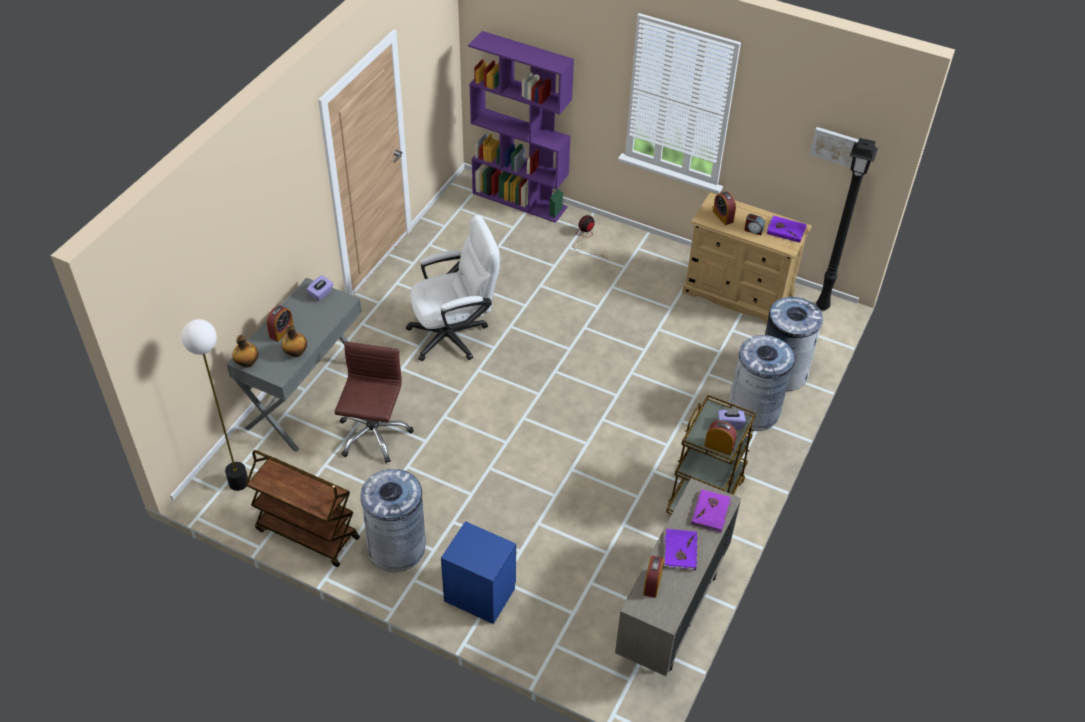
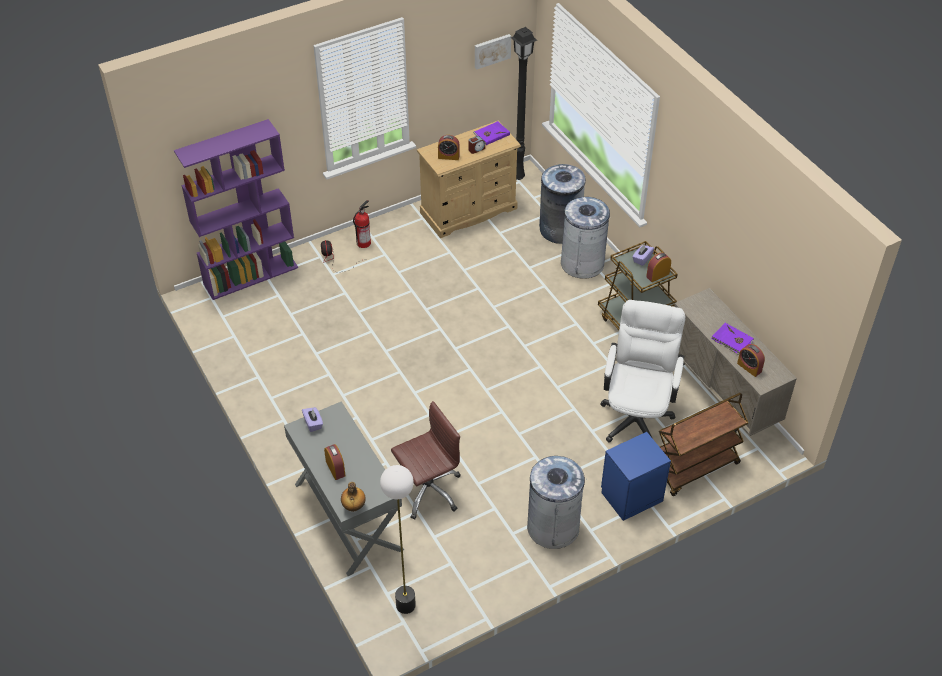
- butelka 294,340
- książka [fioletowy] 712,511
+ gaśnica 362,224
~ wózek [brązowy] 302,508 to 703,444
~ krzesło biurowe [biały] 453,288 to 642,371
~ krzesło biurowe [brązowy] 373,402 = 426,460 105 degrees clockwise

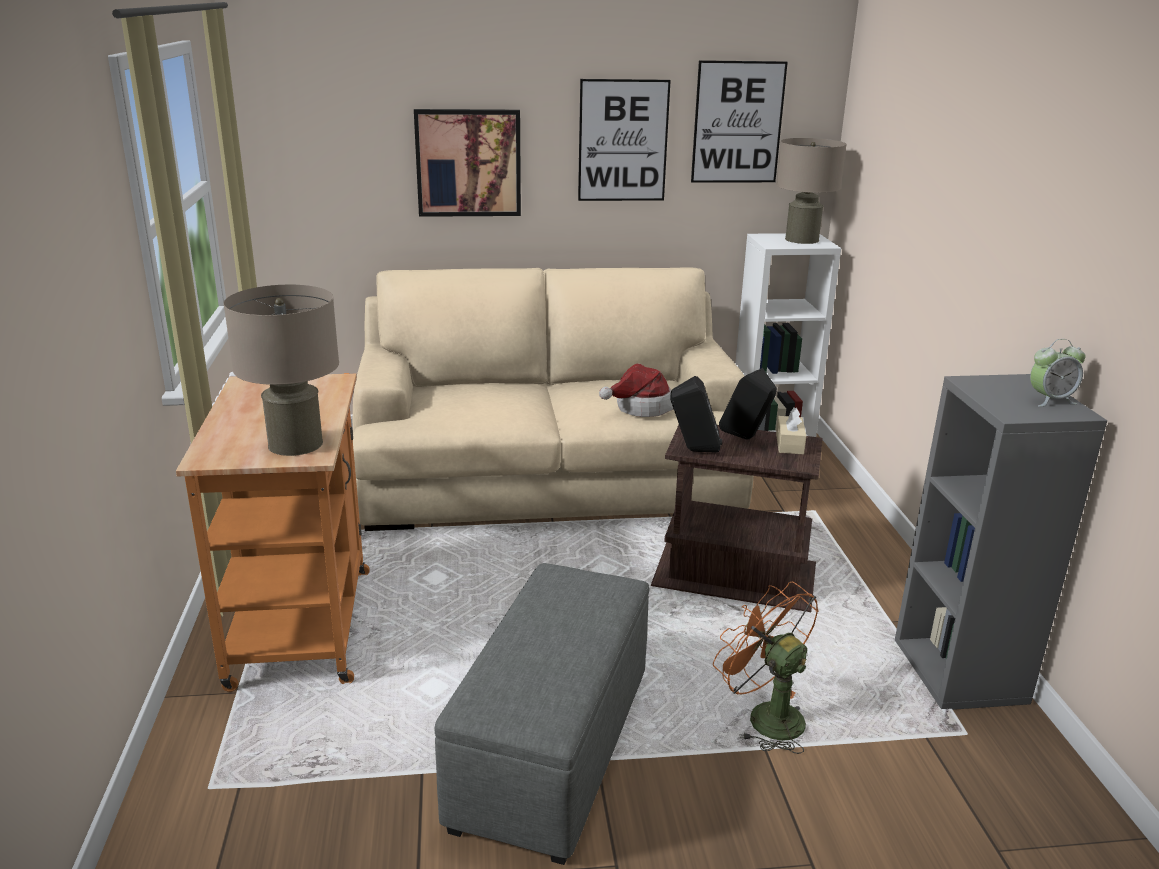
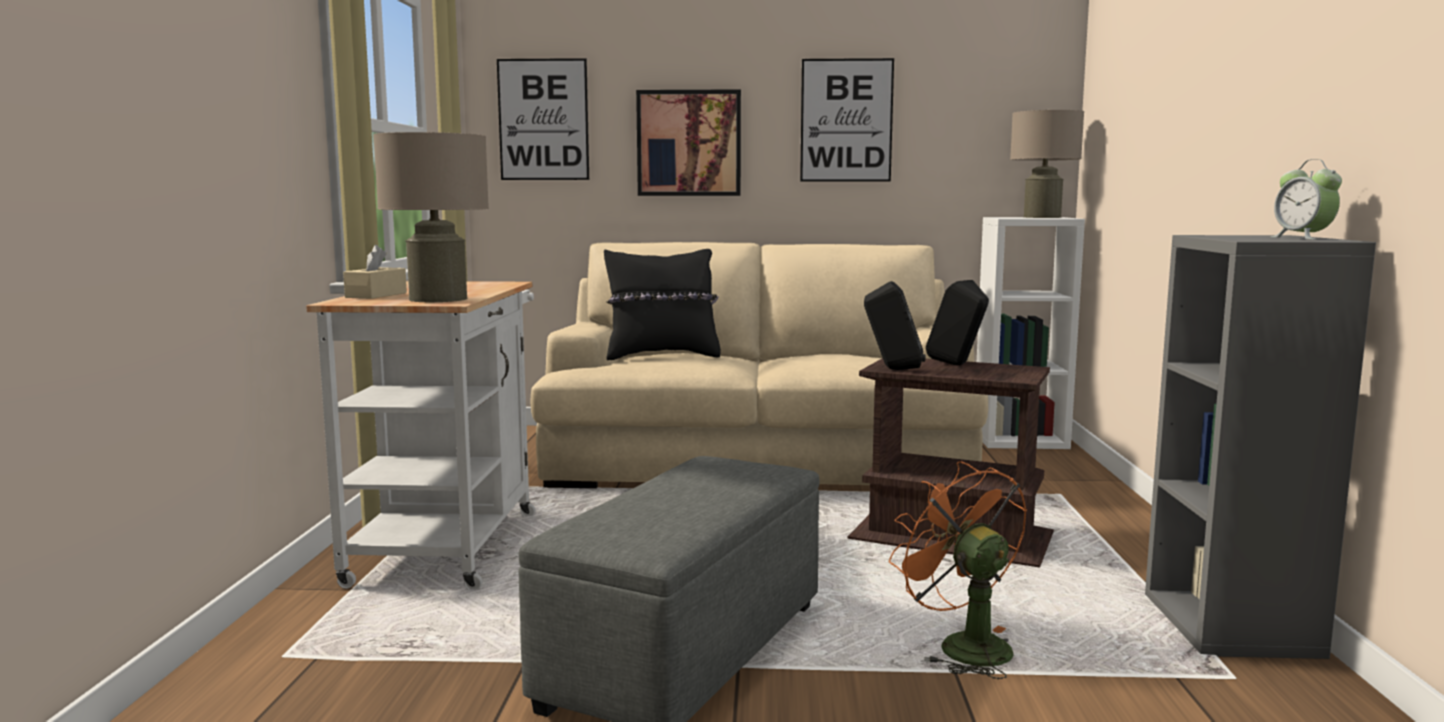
- kapelusz 636,390
+ poduszka [czarny] 662,304
~ obraz 739,121 to 543,119
~ pudełko chusteczek [beżowy] 791,430 to 375,272
~ wózek [pomarańczowy] 273,532 to wózek [biały] 420,435
~ budzik 1058,373 = 1306,199 75 degrees clockwise

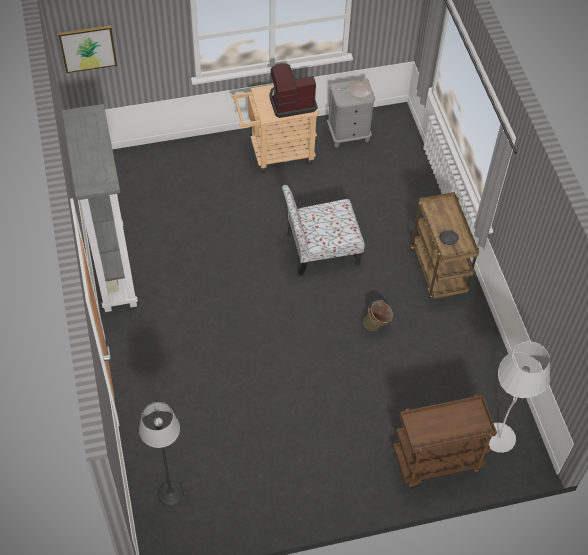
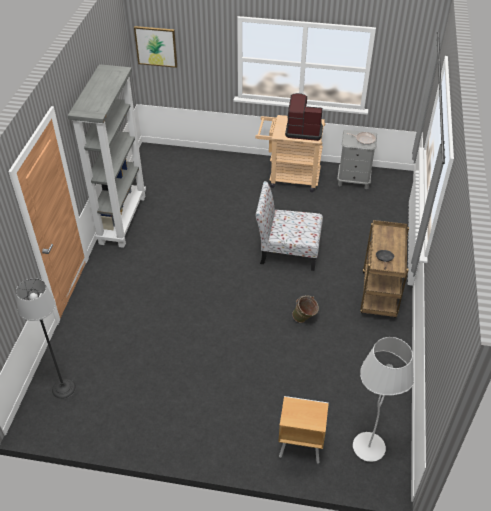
~ wózek [brązowy] 445,441 to szafka nocna [brązowy] 303,430

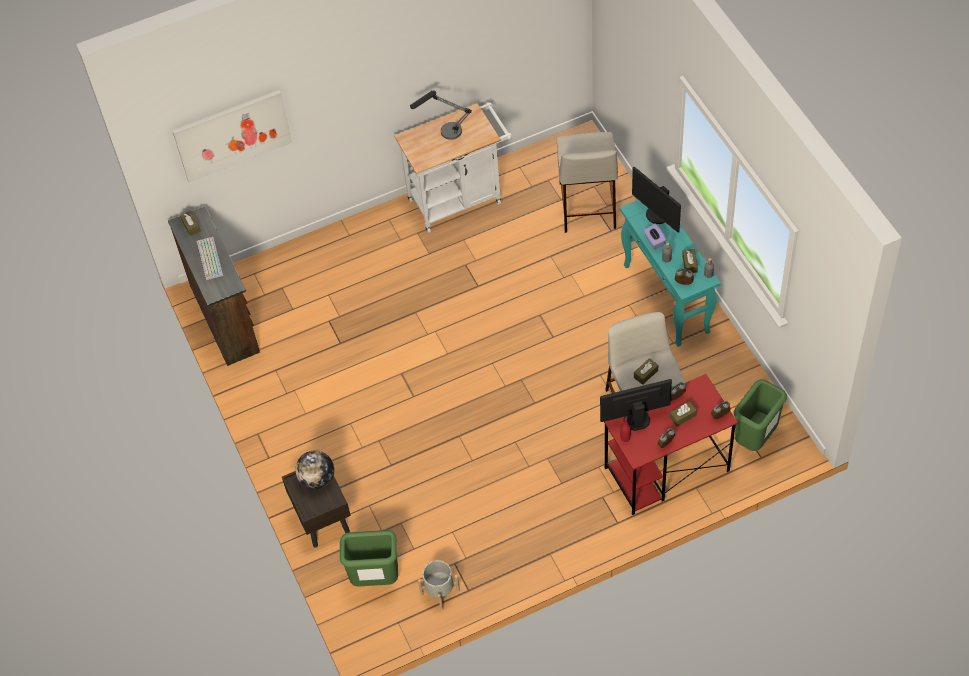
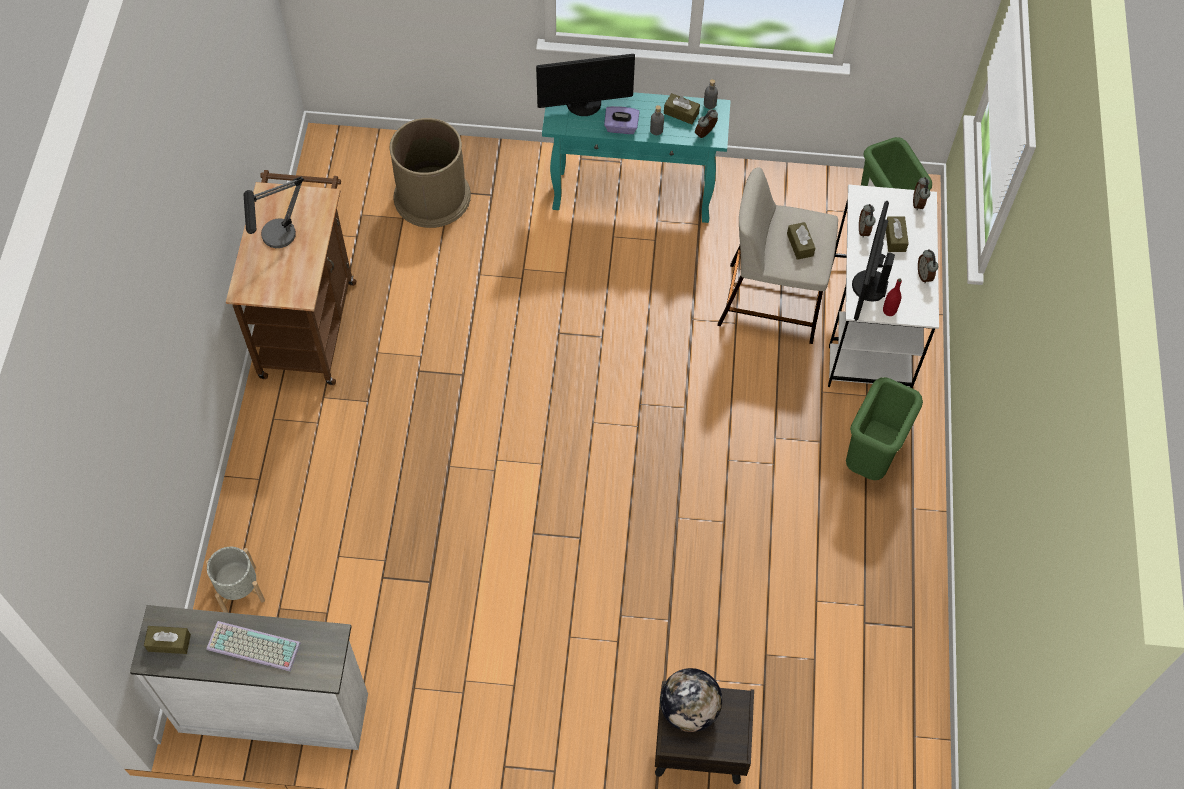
- obraz 232,136
~ kosz na śmieci [zielony] 369,558 to 884,428
~ donica [szary] 439,585 to 235,580
~ stołek [beżowy] 587,182 to kosz na śmieci [brązowy] 430,173
~ komoda [brązowy] 214,286 to komoda [biały] 249,677
~ wózek [biały] 453,168 to wózek [brązowy] 291,277
~ biurko [czerwony] 671,444 to biurko [biały] 883,286

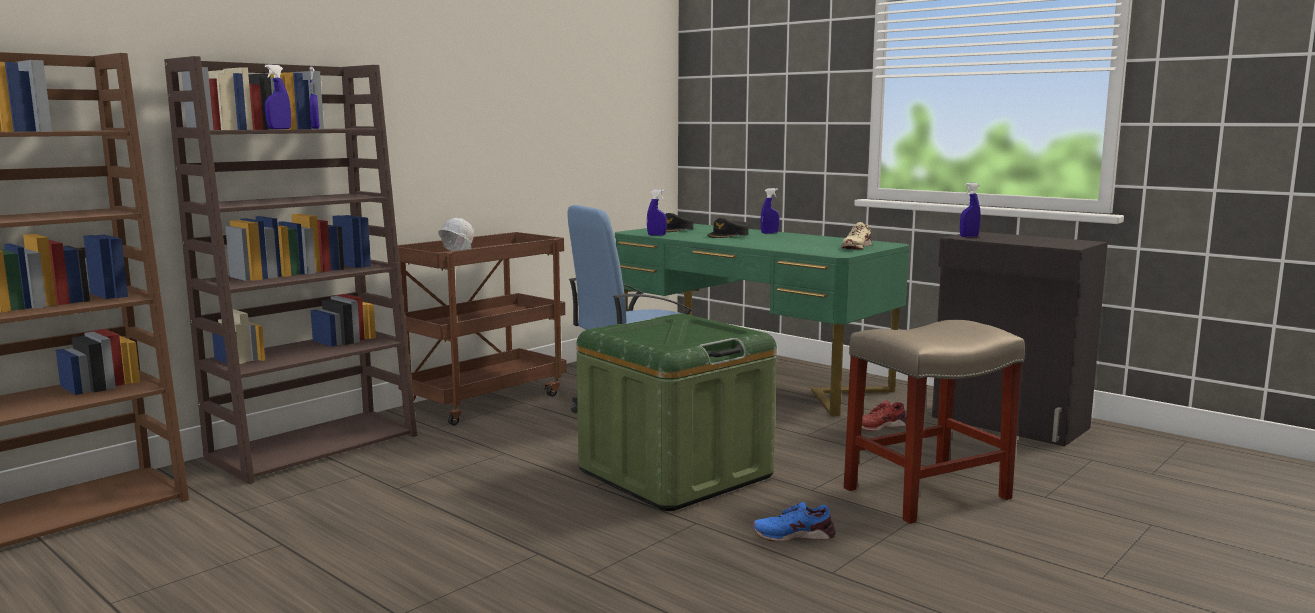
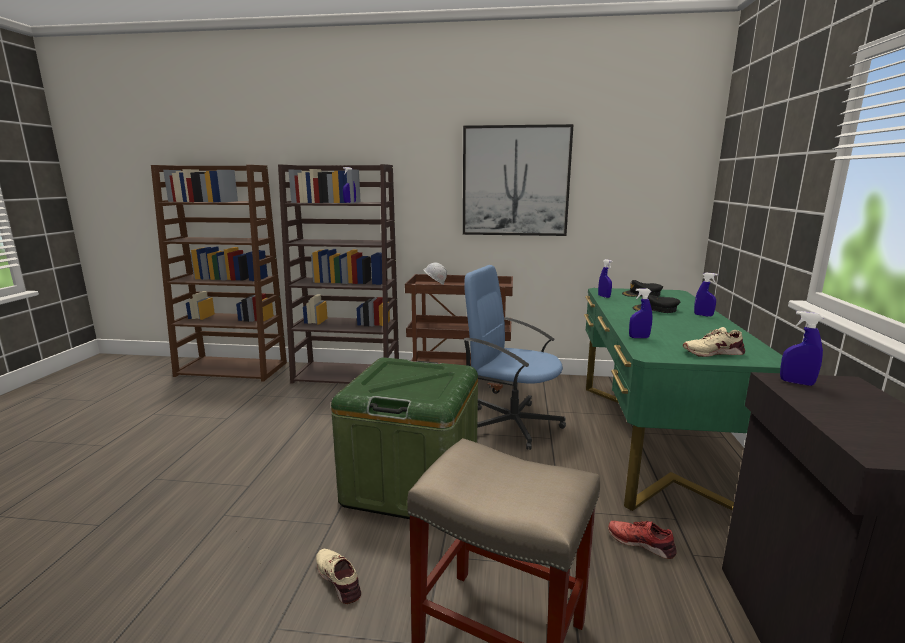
+ obraz 518,180
~ spryskiwacz [niebieski] 278,96 to 641,313
~ but [niebieski] 794,521 to but [beżowy] 338,576

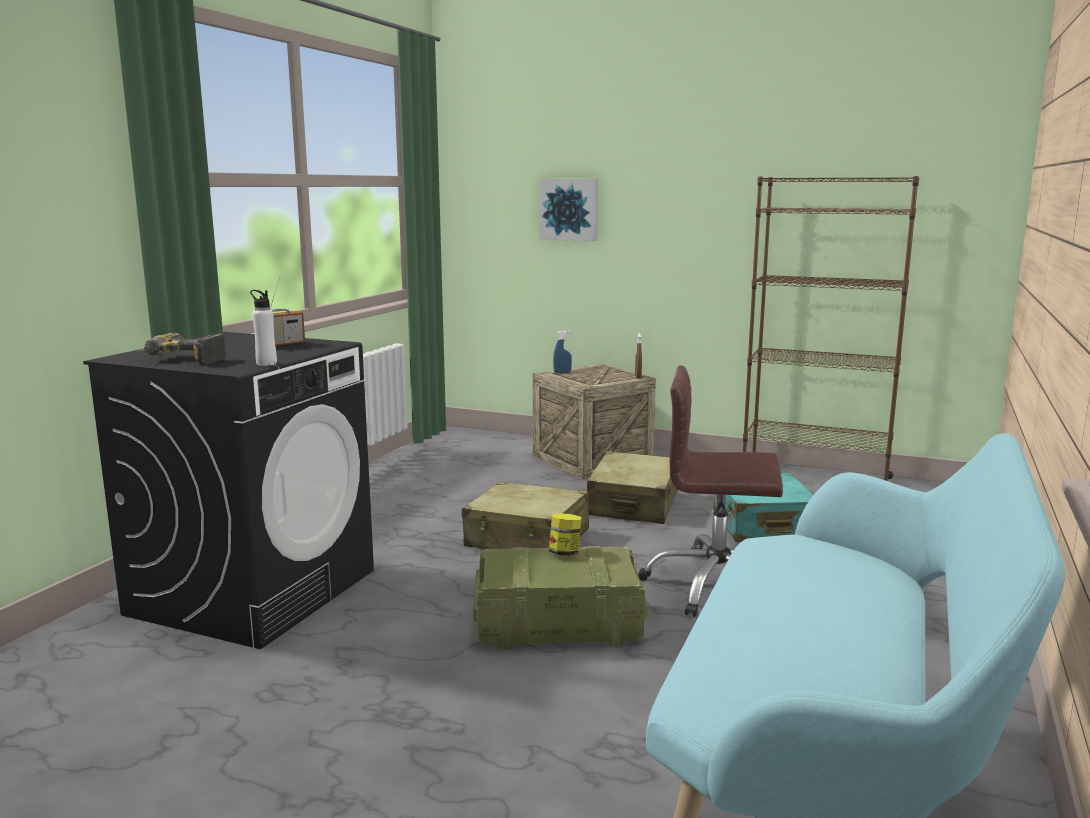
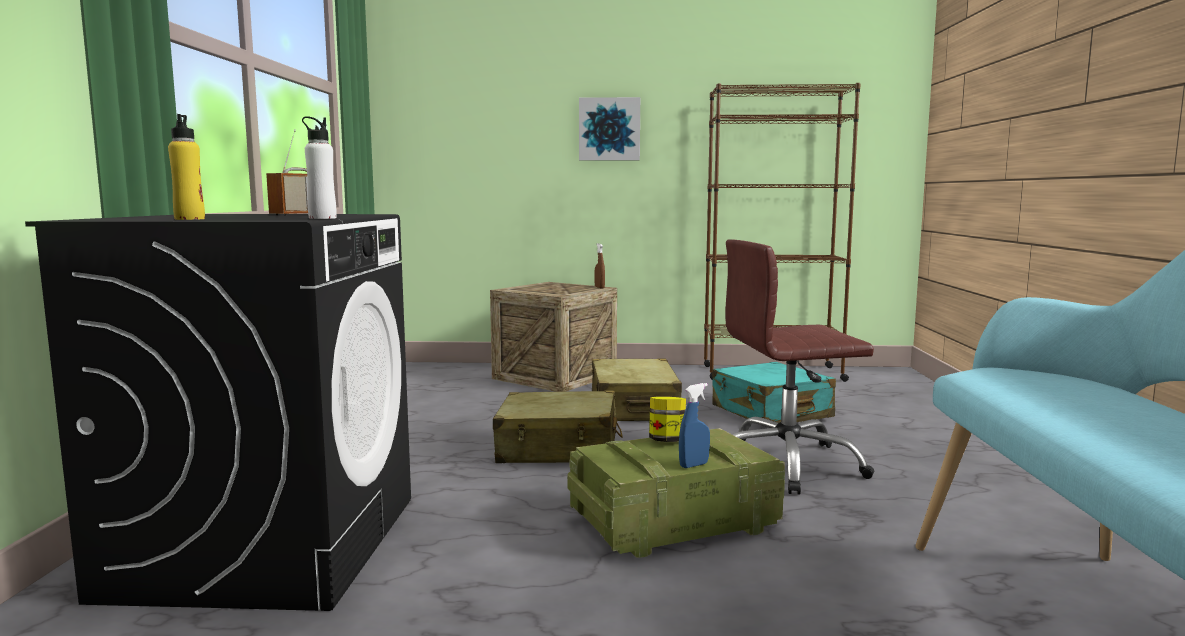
~ obraz 568,210 to 609,129
~ spryskiwacz [niebieski] 562,351 to 694,425
~ wiertarka 182,349 to butelka [żółty] 186,167

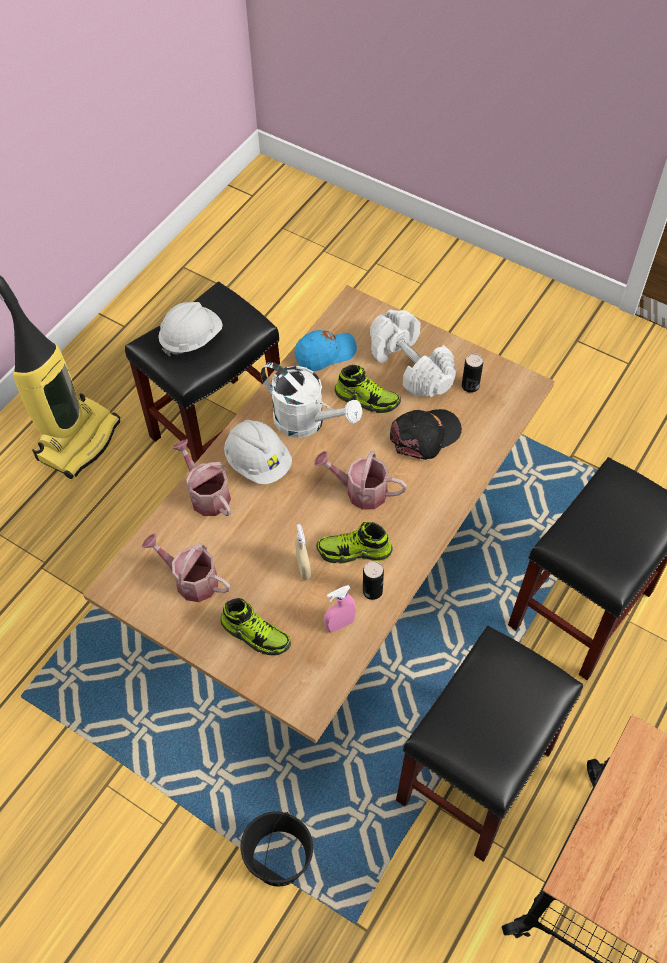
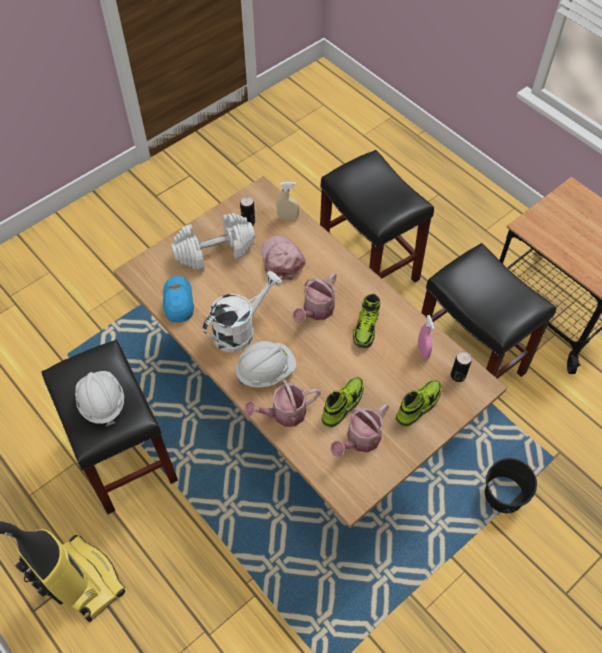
~ spryskiwacz [beżowy] 303,552 to 287,201
~ but 368,389 to 343,402
~ puszka 373,580 to 461,367
~ czapka z daszkiem [czarny] 426,434 to czapka z daszkiem [różowy] 283,258

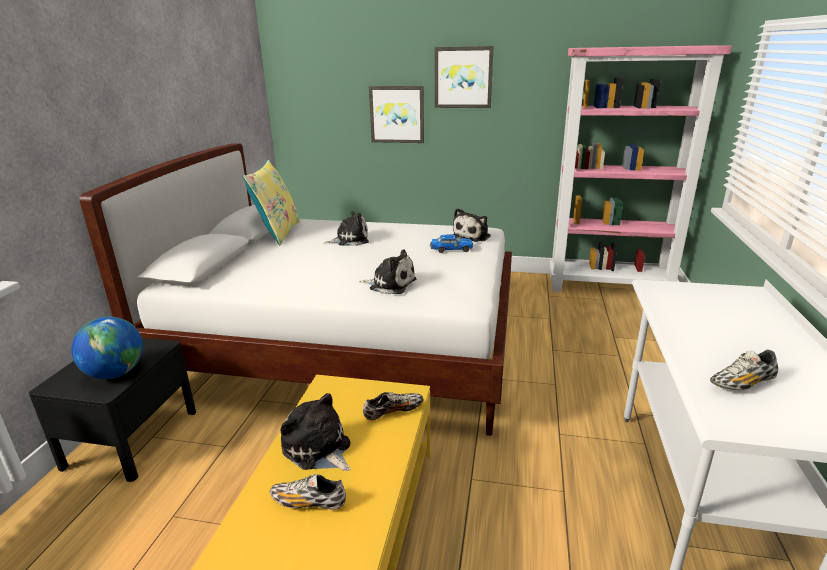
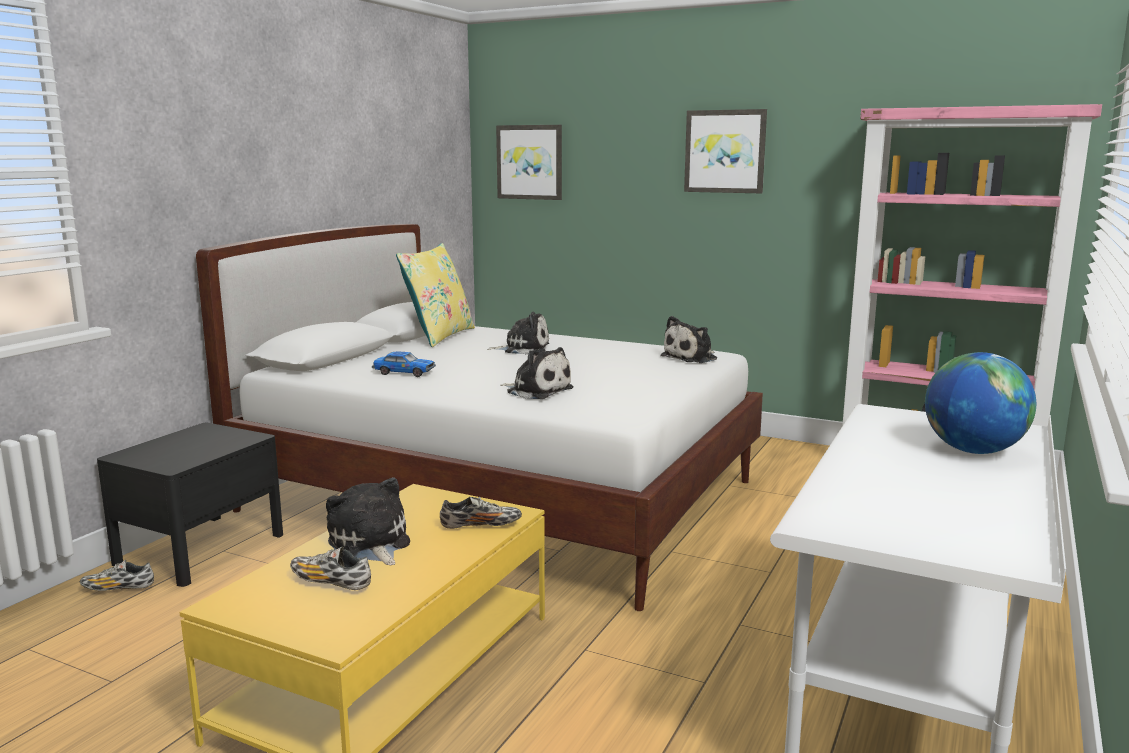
~ globus 107,348 to 980,403
~ obraz 396,114 to 529,162
~ samochodzik 451,244 to 404,364
~ but 744,370 to 117,575

